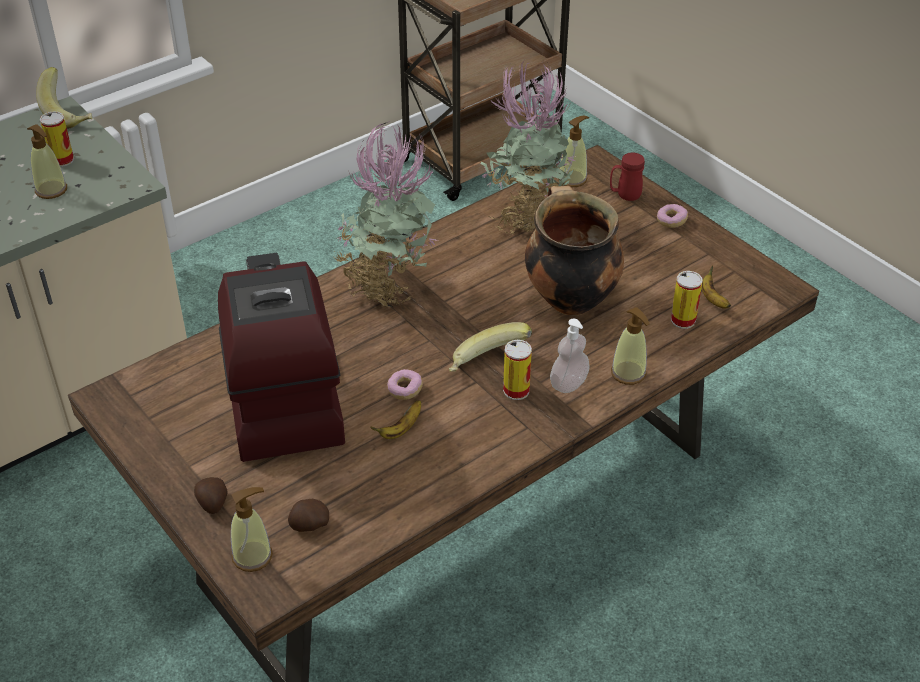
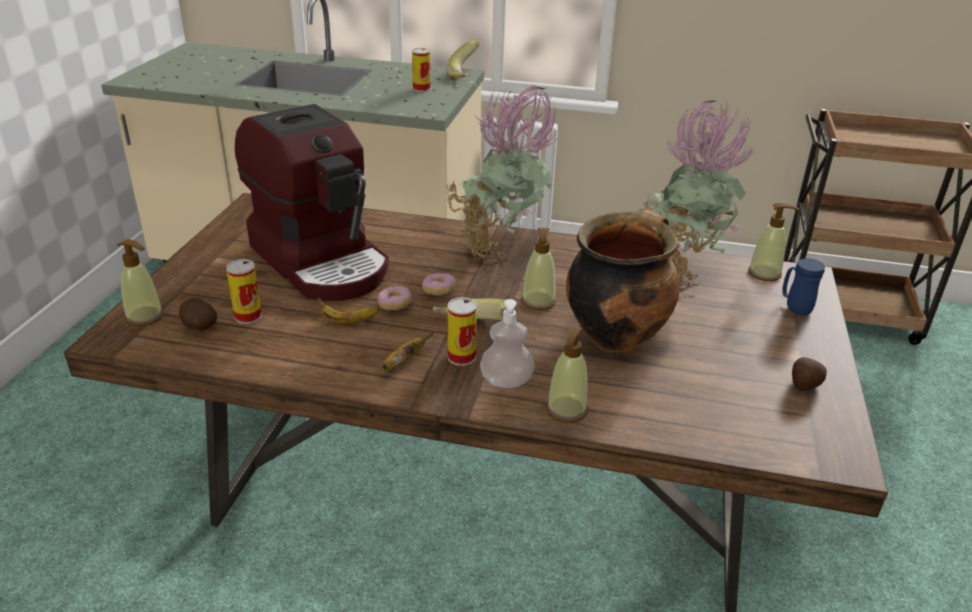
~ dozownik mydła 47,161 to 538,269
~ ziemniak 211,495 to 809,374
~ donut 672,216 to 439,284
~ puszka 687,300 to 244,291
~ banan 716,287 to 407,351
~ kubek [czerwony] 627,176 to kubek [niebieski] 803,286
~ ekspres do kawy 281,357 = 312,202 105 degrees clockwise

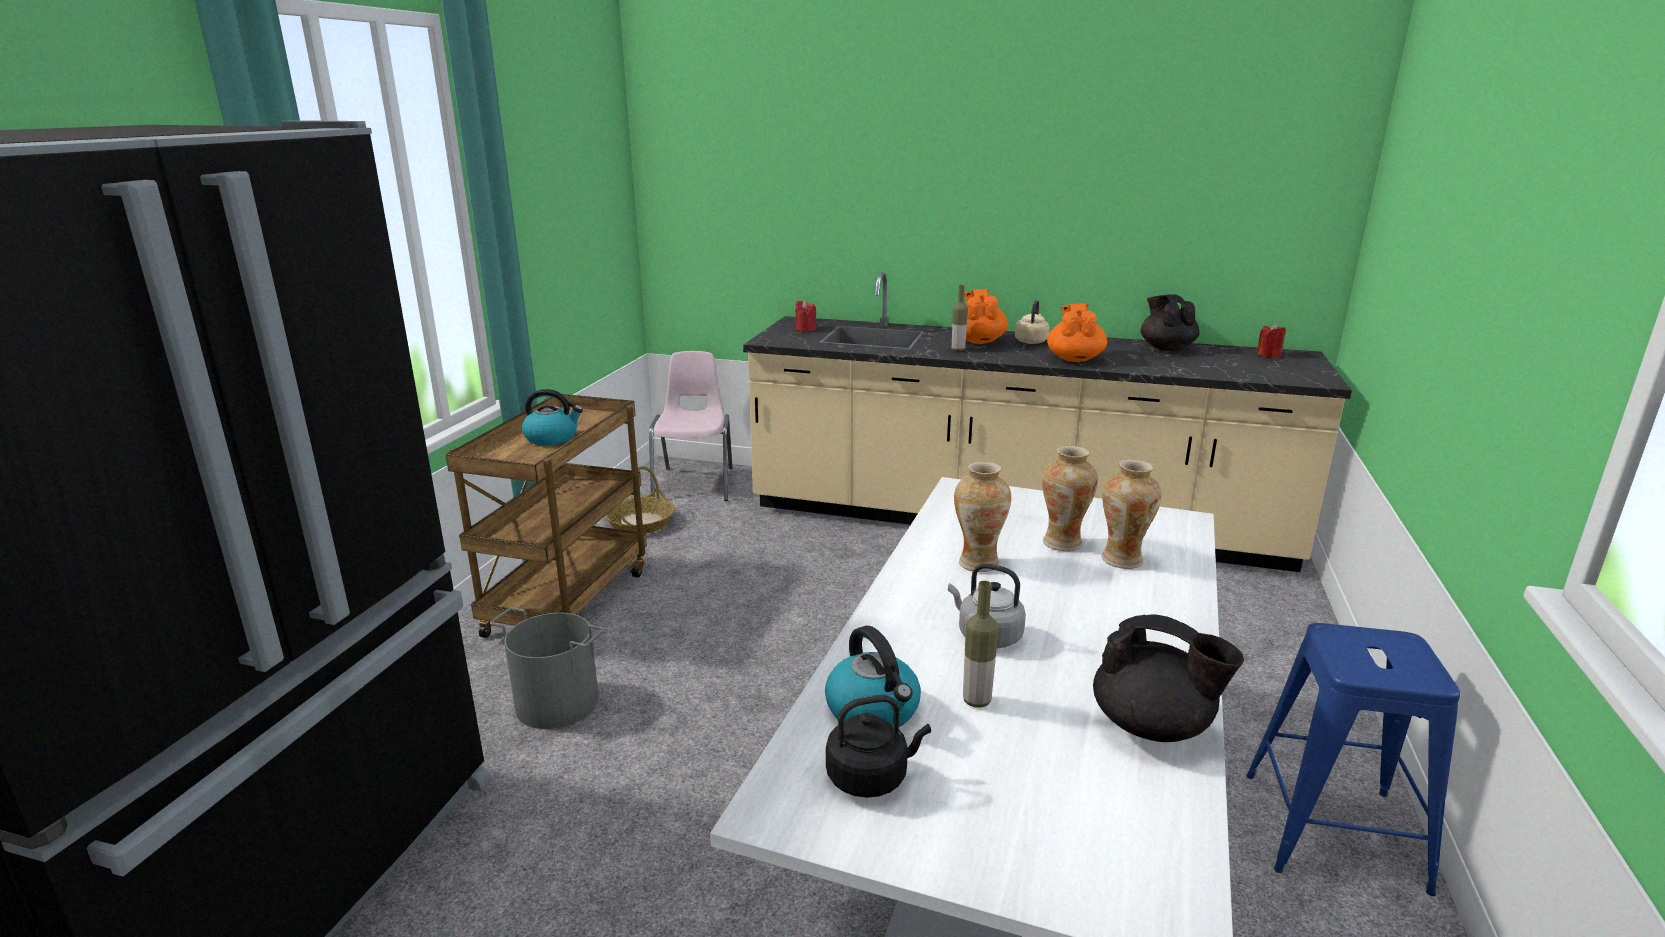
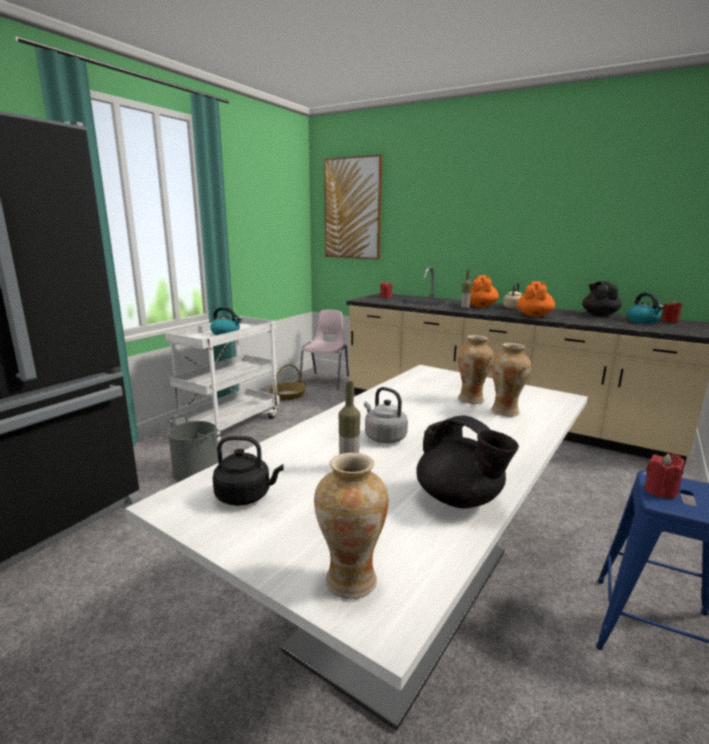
+ obraz 353,206
+ świeca [czerwony] 664,475
~ czajnik 873,676 to 645,308
~ wazon 982,517 to 351,526
~ wózek [brązowy] 546,516 to wózek [biały] 222,379

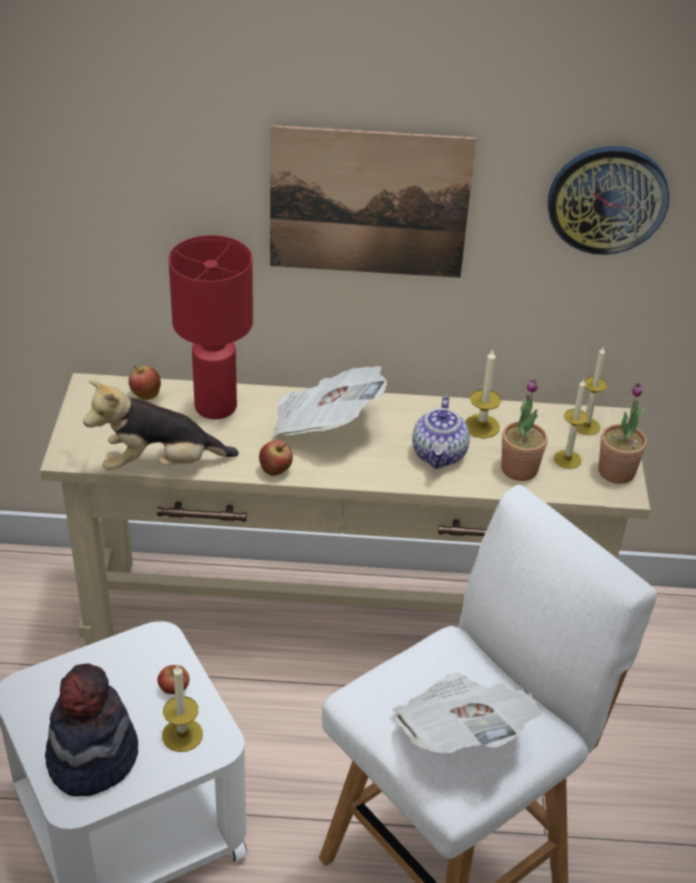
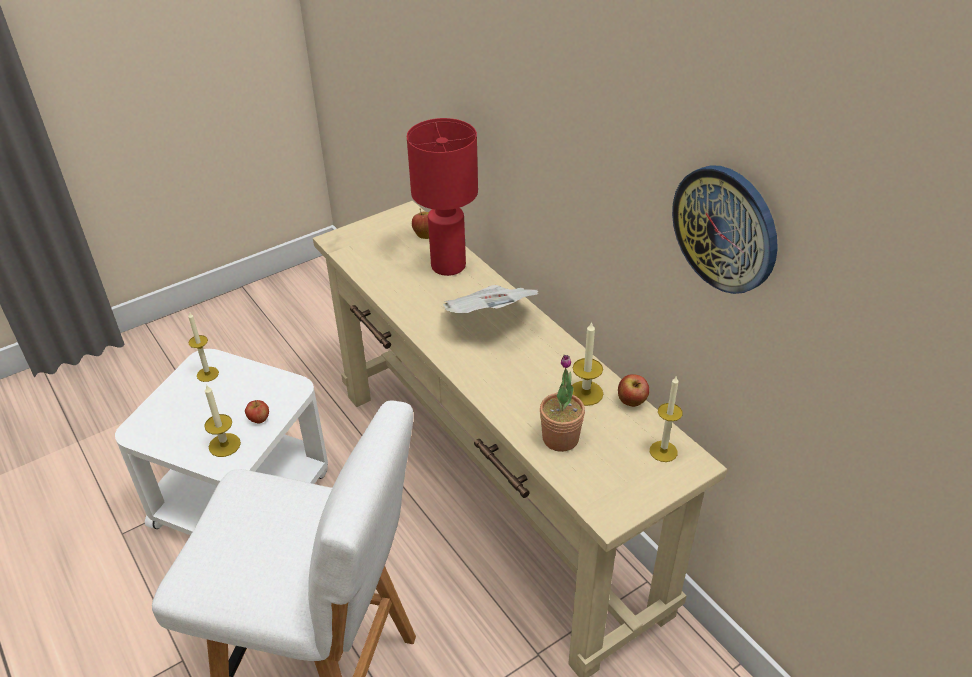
- kapelusz 91,730
- pluszak 161,425
- obraz 373,201
- gazeta 467,713
- imbryk 441,432
- roślina doniczkowa 622,433
~ jabłko 276,458 to 633,390
~ świeca 571,424 to 203,347

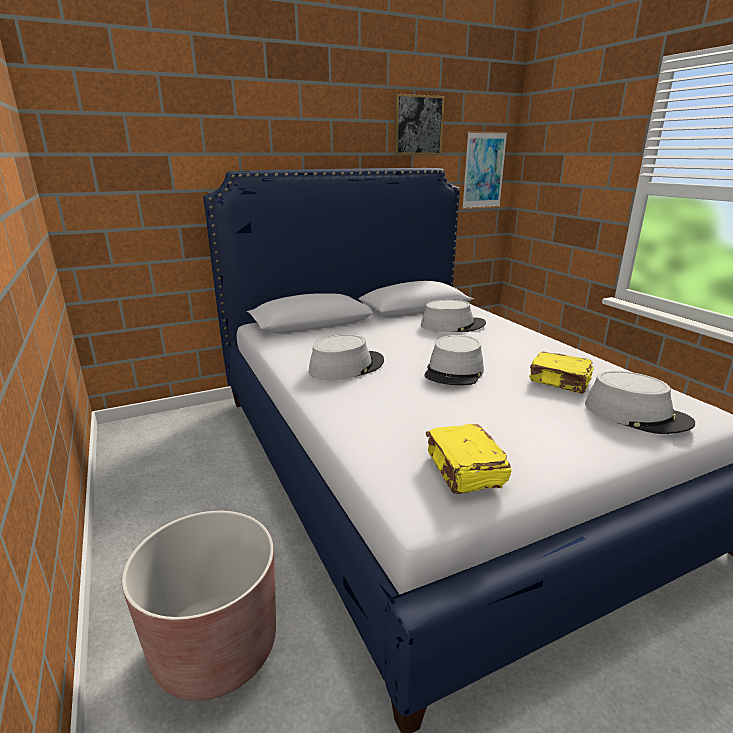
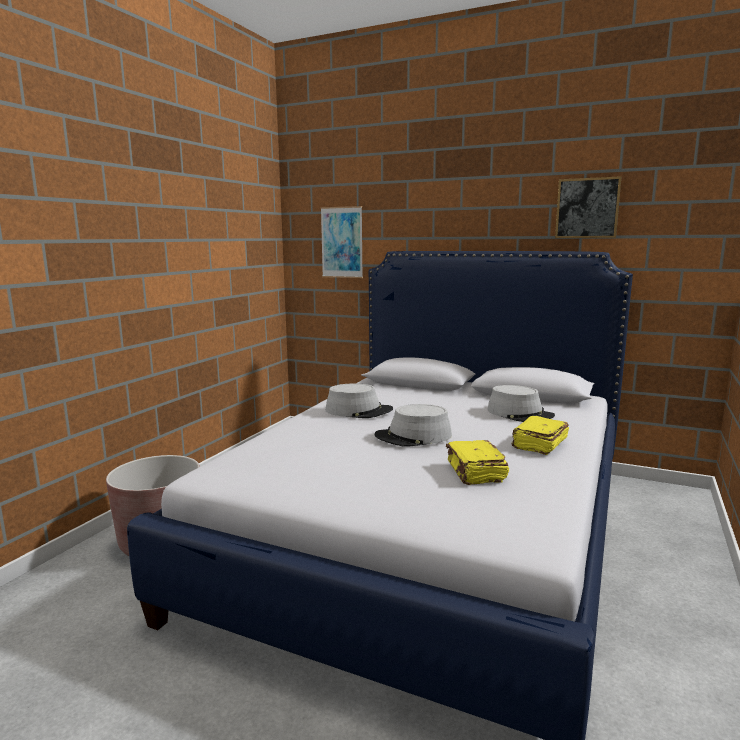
- kapelusz [szary] 640,402
~ książka [żółty] 469,459 to 540,435
~ obraz 485,170 to 341,242

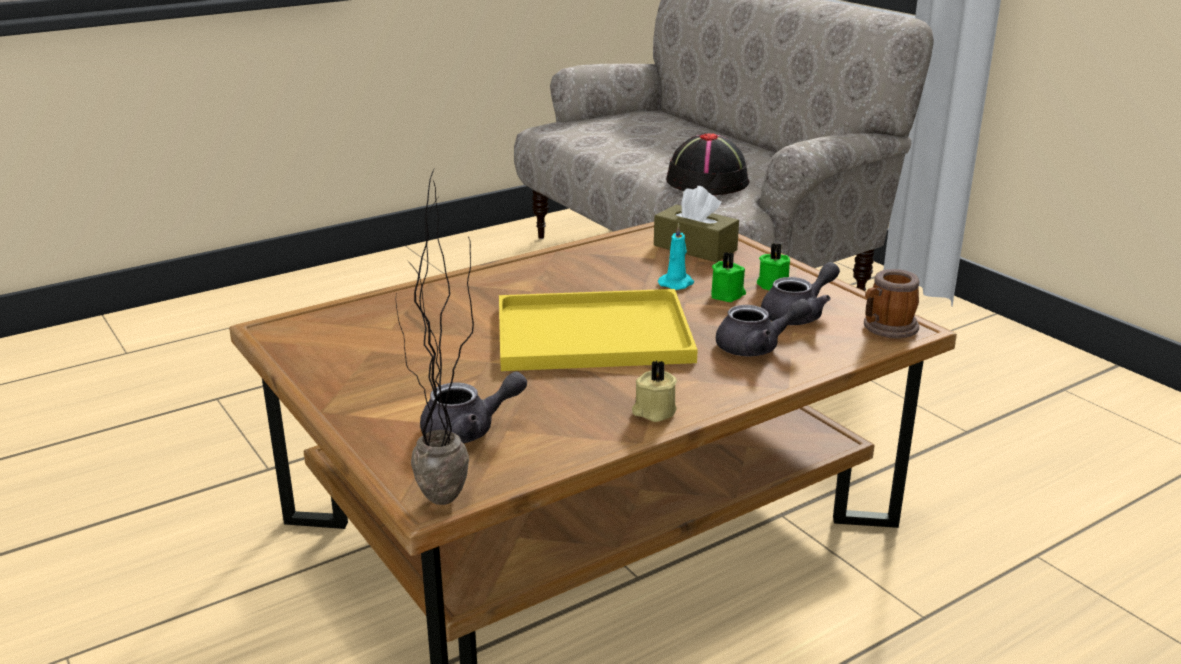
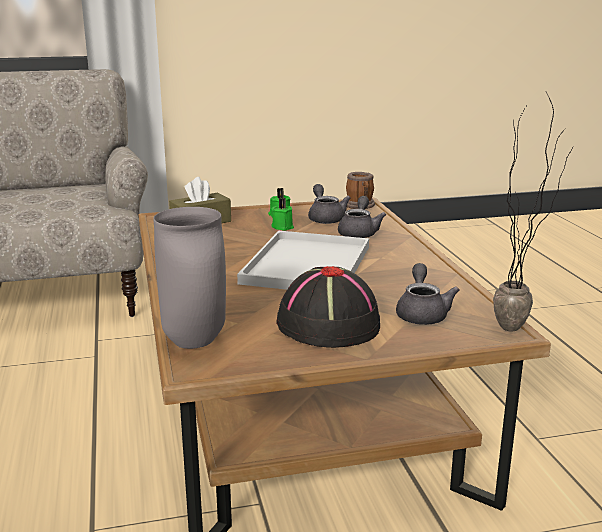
- świeca [beżowy] 654,391
- świeca [turkusowy] 676,256
+ wazon [szary] 189,278
~ kapelusz [czarny] 707,164 to 328,307
~ taca [żółty] 598,330 to taca [biały] 303,260

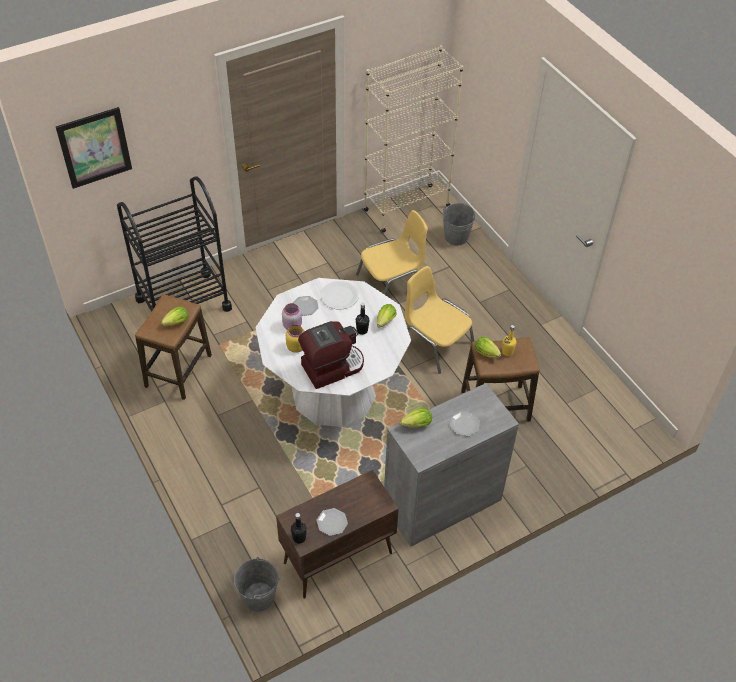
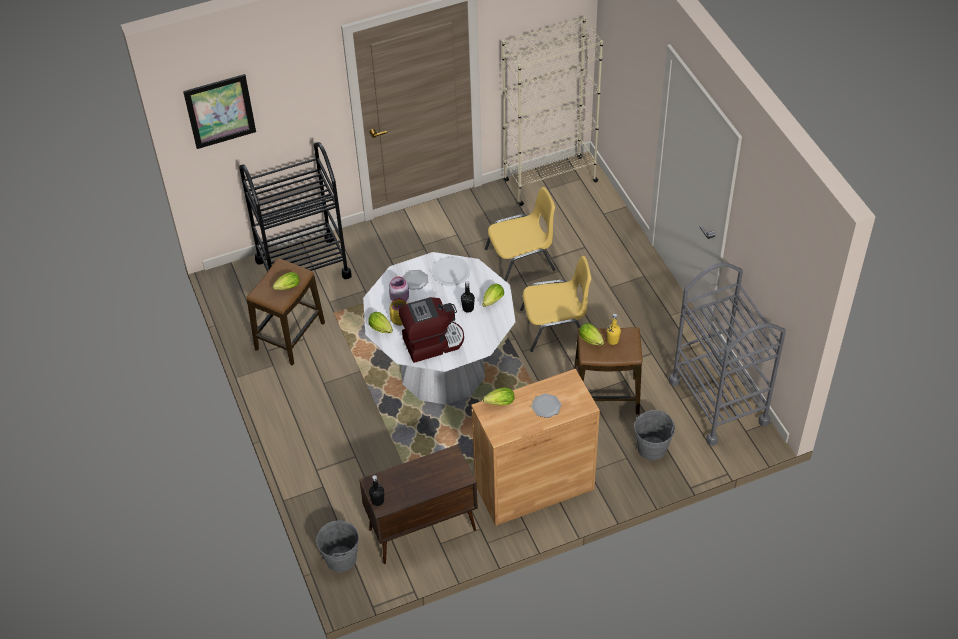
- talerz 332,522
+ sałata 380,322
+ wózek [szary] 727,354
~ wiadro [szary] 459,224 to 654,435
~ szafka [szary] 451,465 to szafka [brązowy] 535,447
~ krzesło [żółty] 439,320 = 555,304 120 degrees clockwise

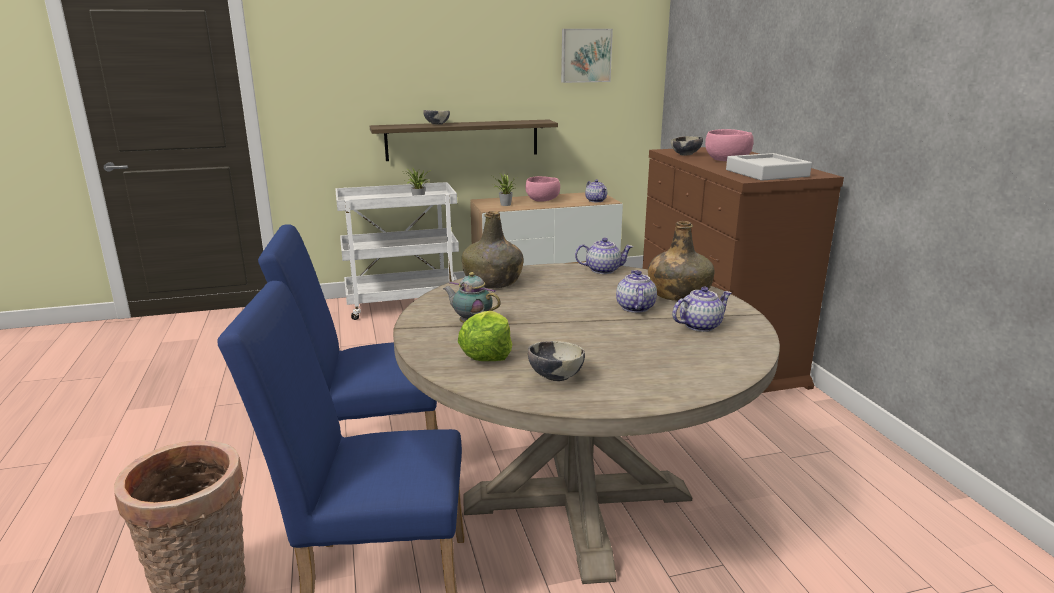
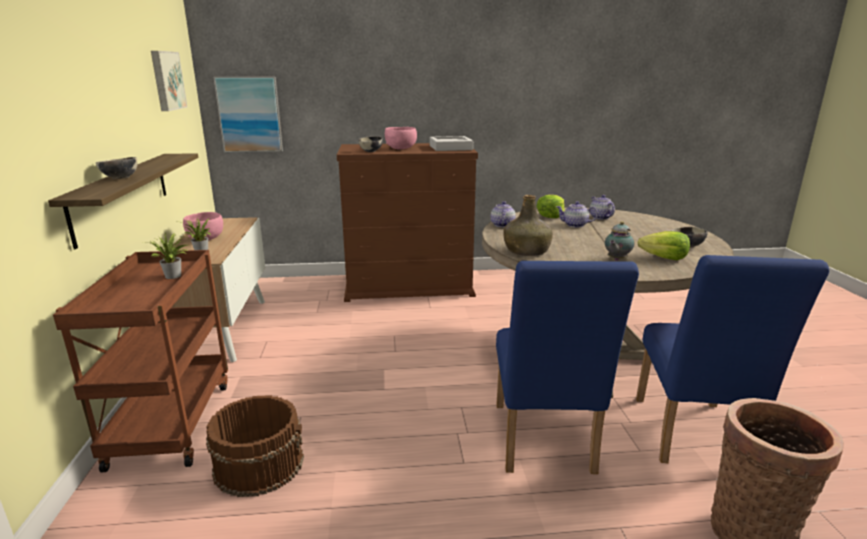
- imbryk 596,191
+ wiadro [brązowy] 255,446
+ obraz 248,114
~ butelka [zielony] 681,261 to sałata 550,206
~ wózek [biały] 397,251 to wózek [brązowy] 140,361

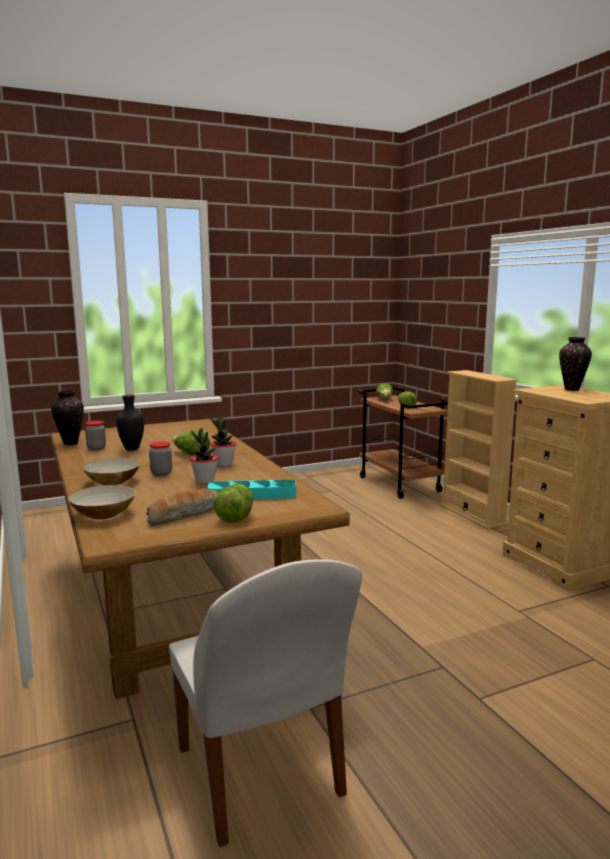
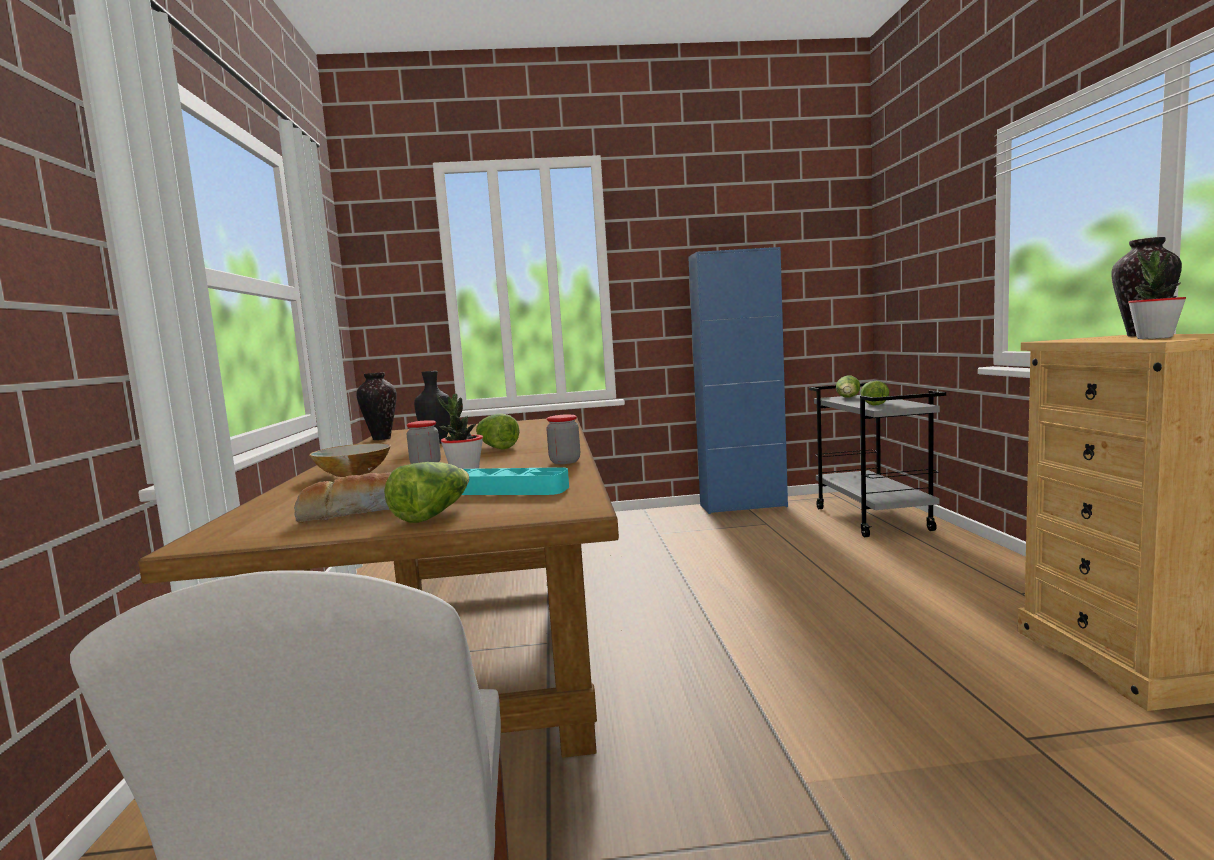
- miska 102,502
- regał [beżowy] 479,449
+ szafka [niebieski] 738,380
~ słoik 95,435 to 563,439
~ roślina doniczkowa 223,441 to 1157,295
~ wózek [brązowy] 402,443 to wózek [szary] 877,460

